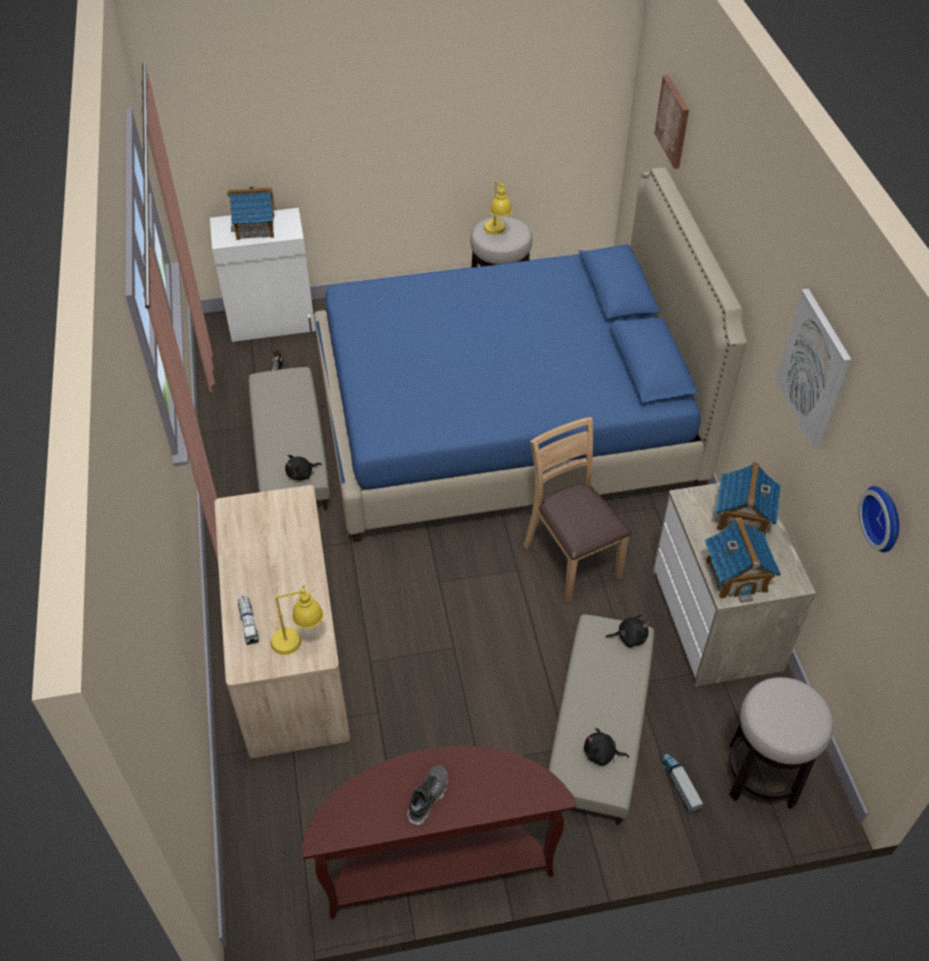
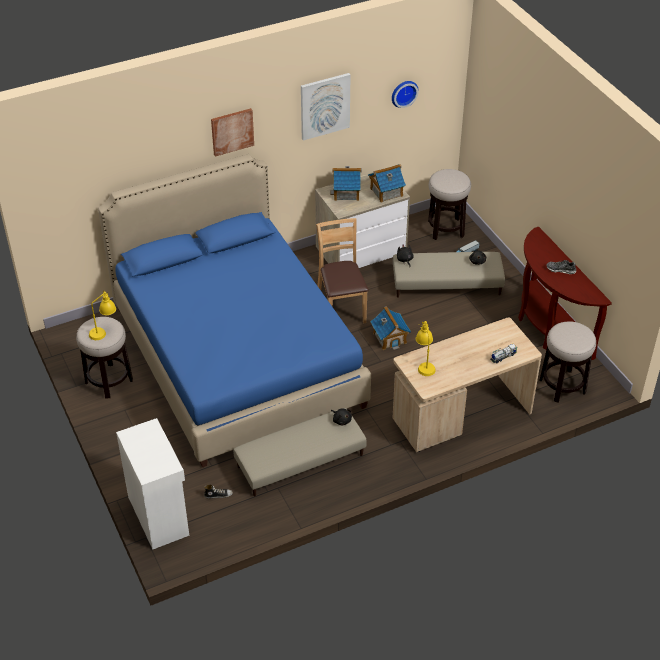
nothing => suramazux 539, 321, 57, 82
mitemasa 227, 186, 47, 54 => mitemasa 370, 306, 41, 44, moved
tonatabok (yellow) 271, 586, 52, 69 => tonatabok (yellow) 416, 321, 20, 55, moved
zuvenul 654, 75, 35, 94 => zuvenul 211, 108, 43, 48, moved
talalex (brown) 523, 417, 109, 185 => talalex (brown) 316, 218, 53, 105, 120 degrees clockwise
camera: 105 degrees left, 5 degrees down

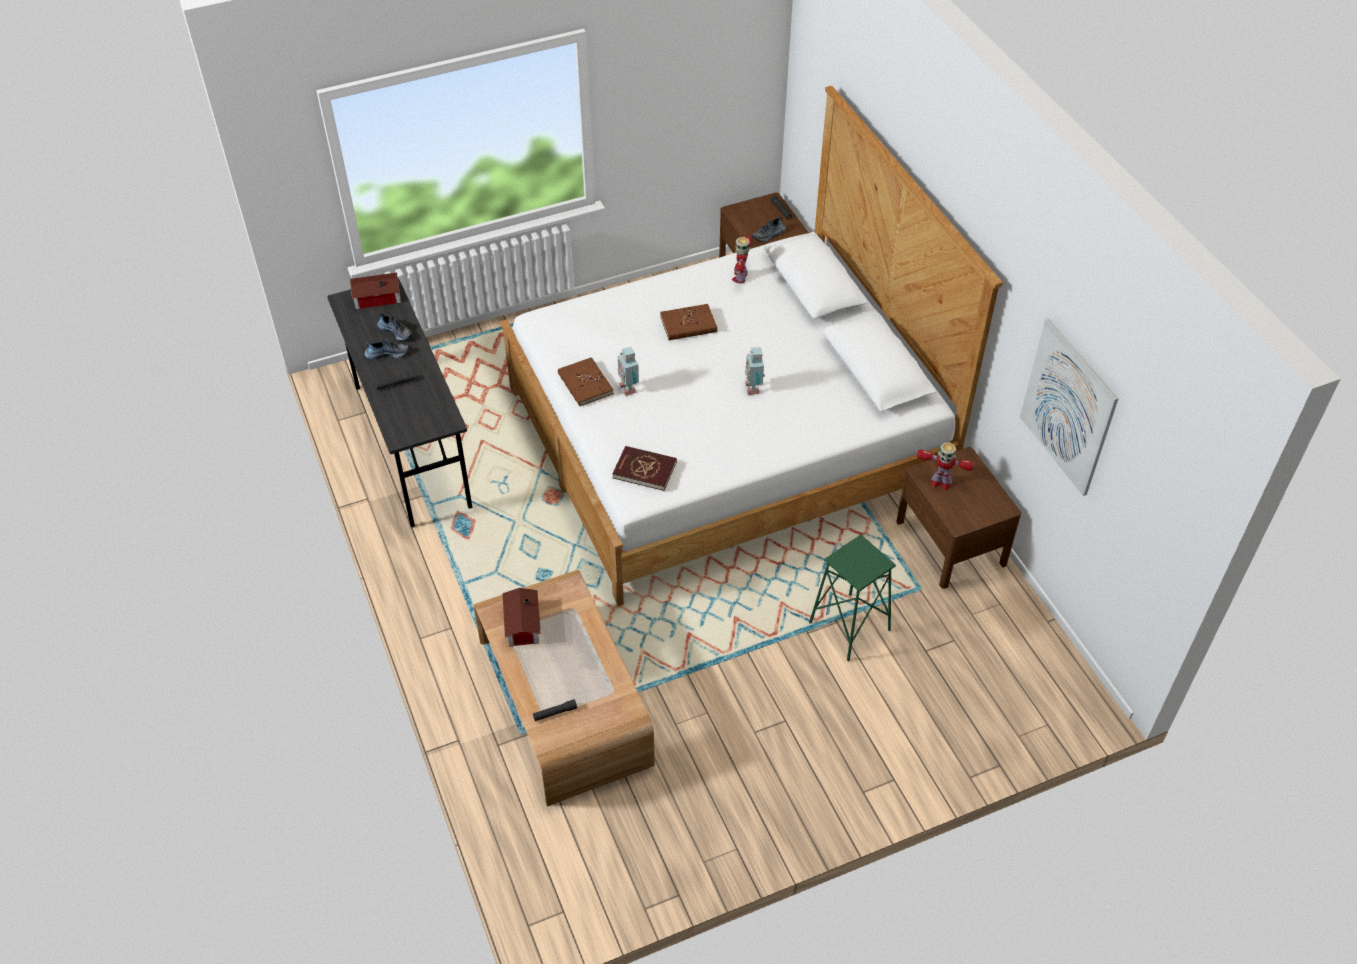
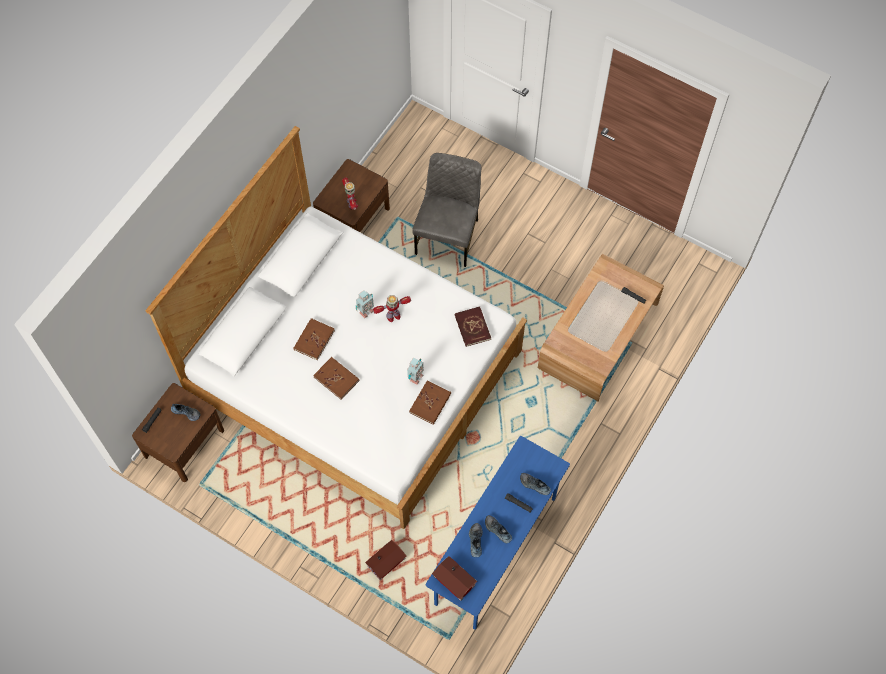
zuvenul 1020, 319, 98, 177 => nothing
nothing => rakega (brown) 293, 318, 42, 42
nothing => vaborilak 520, 473, 31, 22
mitemasa 502, 588, 39, 59 => mitemasa 365, 540, 42, 40, moved
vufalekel 732, 237, 20, 46 => vufalekel 373, 295, 38, 27, moved
suramazux (green) 809, 534, 87, 127 => talalex (grey) 412, 153, 70, 114
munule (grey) 327, 277, 146, 250 => munule (blue) 425, 436, 145, 194
camera: 125 degrees left, 15 degrees up

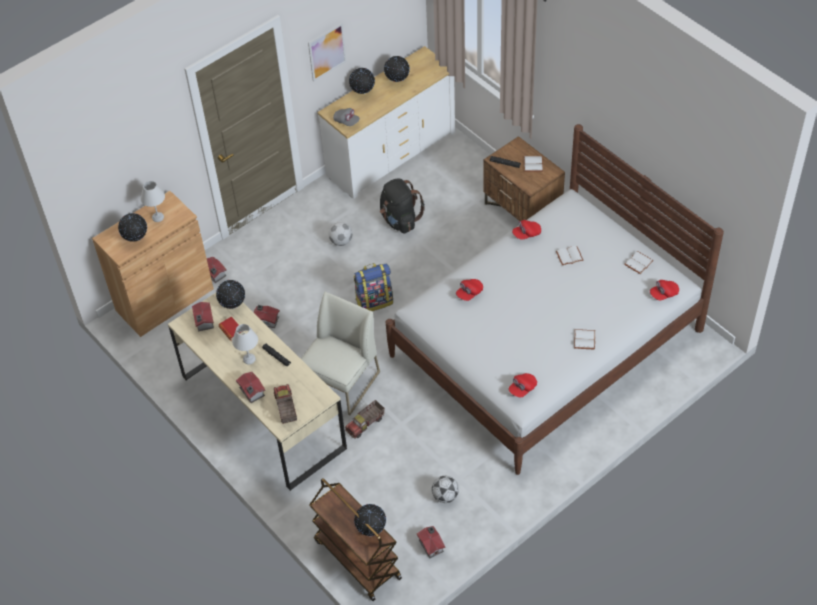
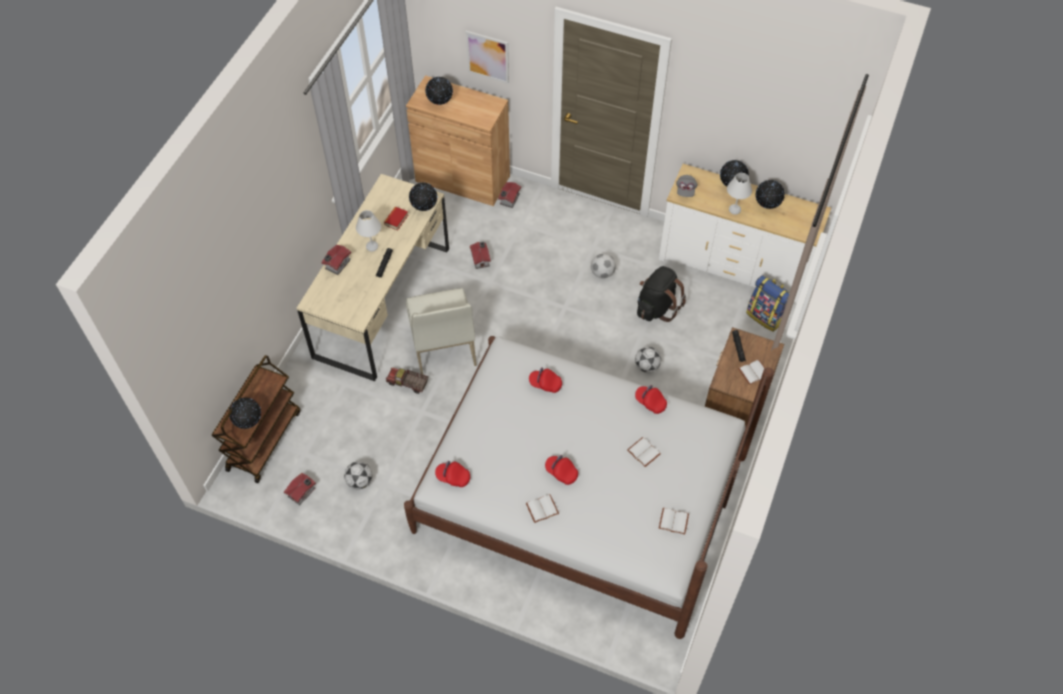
mitemasa 192, 302, 22, 29 => nothing
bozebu 274, 384, 23, 40 => nothing
nothing => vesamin 635, 347, 26, 26
tonatabok (white) 141, 181, 24, 41 => tonatabok (white) 727, 173, 25, 42, moved
zuvenul 308, 23, 39, 59 => zuvenul 466, 31, 43, 53, moved
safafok 354, 263, 39, 48 => safafok 746, 275, 43, 57, moved
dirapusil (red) 650, 280, 29, 20 => dirapusil (red) 545, 455, 33, 30, moved
talalex (white) 301, 291, 79, 125 => talalex (white) 406, 288, 70, 86, 75 degrees clockwise
camera: 60 degrees right, 5 degrees up

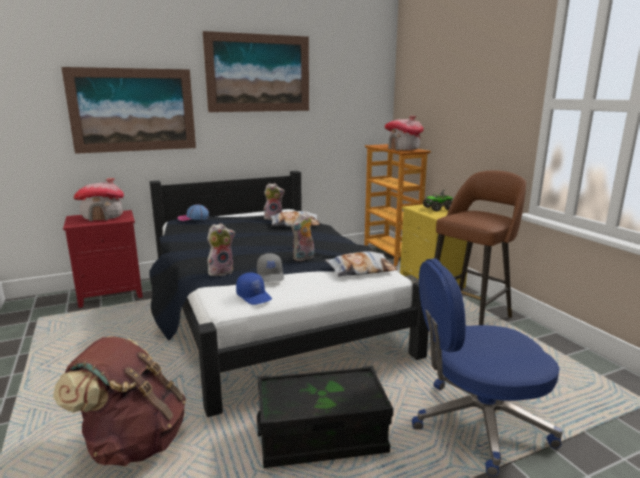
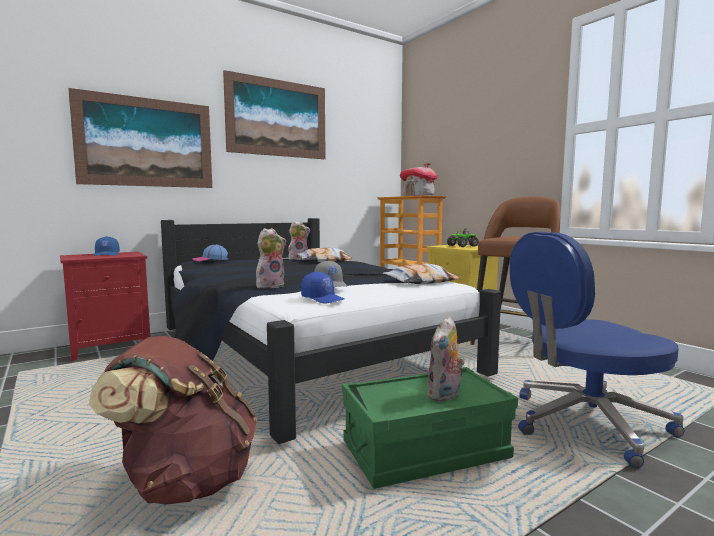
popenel 291, 212, 23, 49 => popenel 427, 316, 38, 86, moved
mitemasa 74, 178, 50, 43 => dirapusil (blue) 94, 236, 26, 20
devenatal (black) 257, 366, 136, 102 => devenatal (green) 342, 367, 176, 122
camera: 10 degrees left, 10 degrees down

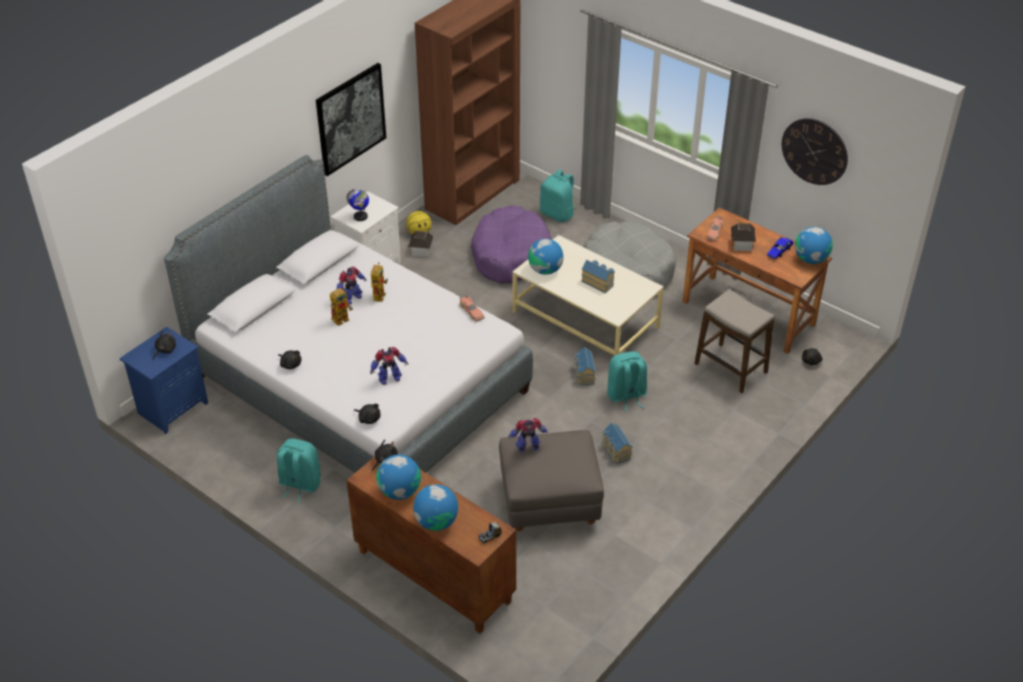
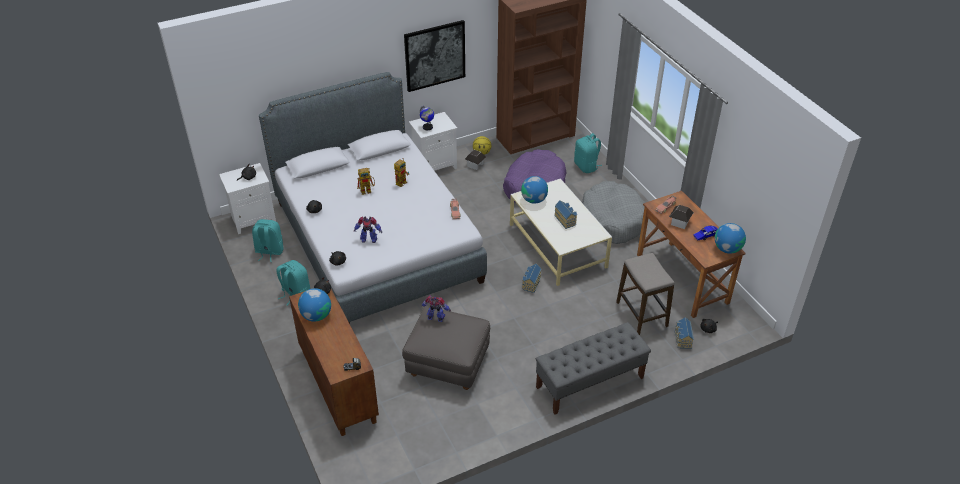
vufalekel 336, 266, 31, 39 => nothing
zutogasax 413, 484, 45, 47 => nothing
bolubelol 782, 118, 66, 67 => nothing
nothing => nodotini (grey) 536, 322, 115, 93
mitemasa 602, 423, 30, 40 => mitemasa 675, 317, 19, 32, moved
safafok (turquoise) 607, 351, 40, 60 => safafok (turquoise) 252, 219, 32, 43, moved
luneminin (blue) 120, 327, 88, 107 => luneminin (white) 219, 163, 57, 71
camera: 25 degrees right, 0 degrees up

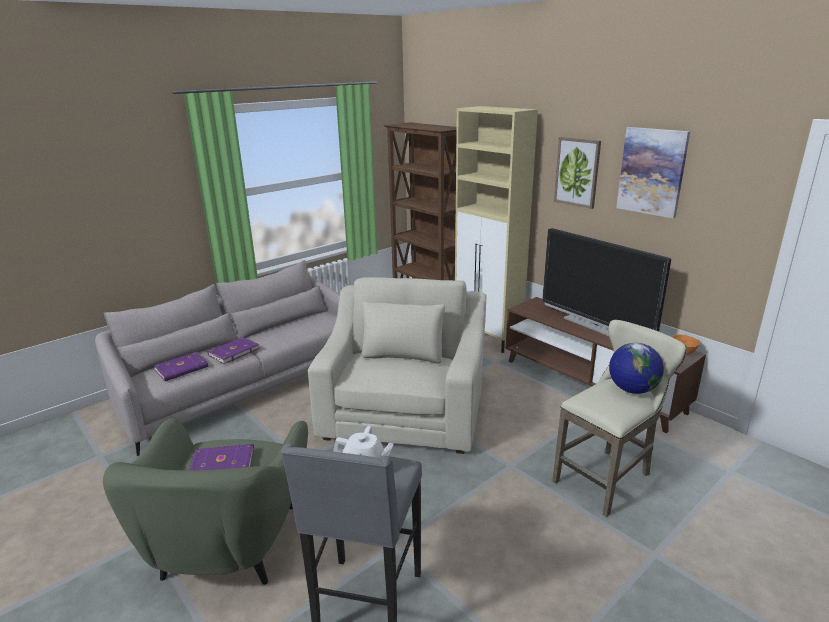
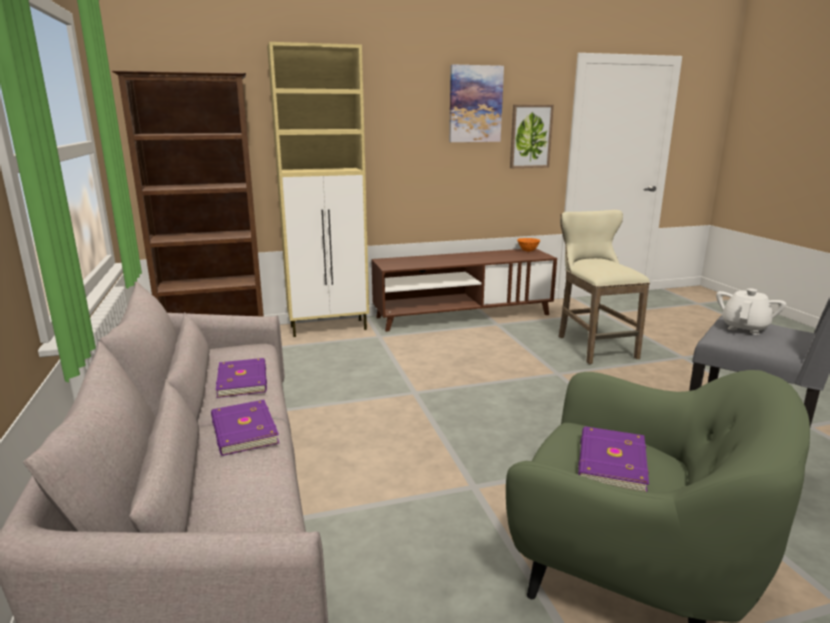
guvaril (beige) 308, 277, 178, 177 => nothing
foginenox 542, 228, 129, 108 => nothing
zutogasax 609, 343, 55, 51 => nothing
rakega (purple) 154, 352, 54, 29 => rakega (purple) 216, 358, 51, 40, moved
zuvenul 554, 137, 47, 72 => zuvenul 510, 105, 44, 63, moved
camera: 65 degrees left, 5 degrees down

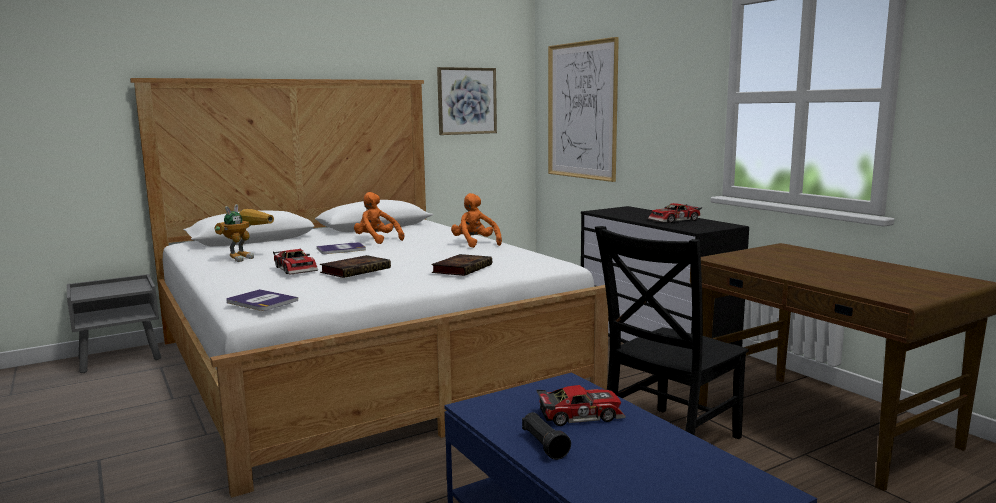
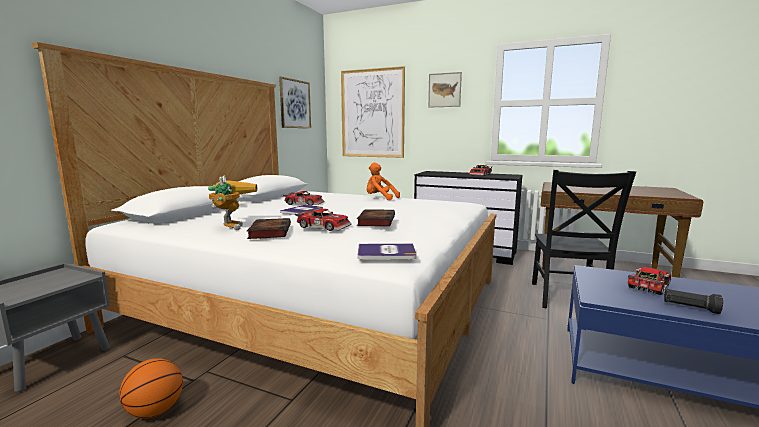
nothing => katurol 119, 358, 64, 60
nothing => zuvenul 428, 72, 34, 36
rakega 431, 254, 61, 22 => rakega 247, 218, 44, 21, moved
popenel (orange) 354, 192, 50, 52 => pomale 283, 191, 41, 14
camera: 35 degrees left, 0 degrees up

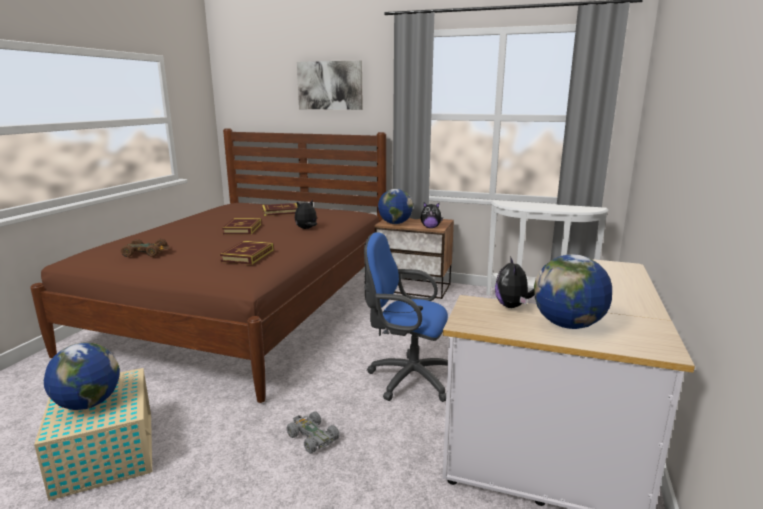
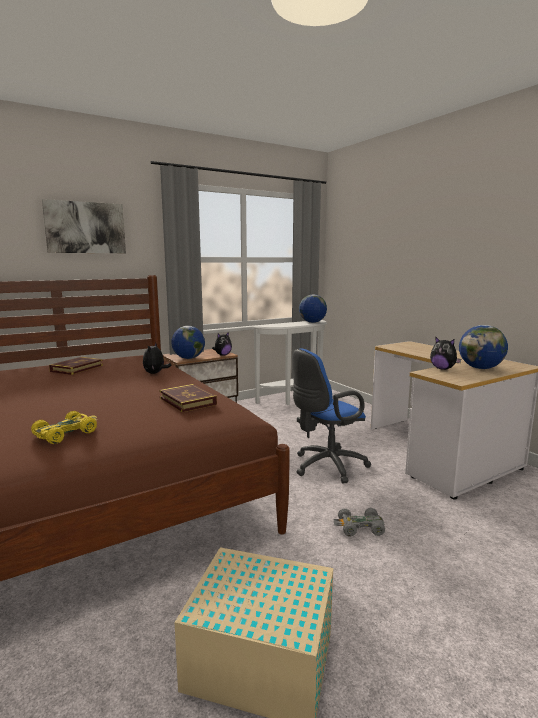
rakega 222, 218, 39, 17 => nothing
zutogasax 44, 343, 76, 67 => zutogasax 299, 294, 28, 29, moved
pomale (brown) 121, 239, 48, 18 => pomale (yellow) 31, 411, 66, 33
camera: 50 degrees left, 5 degrees down

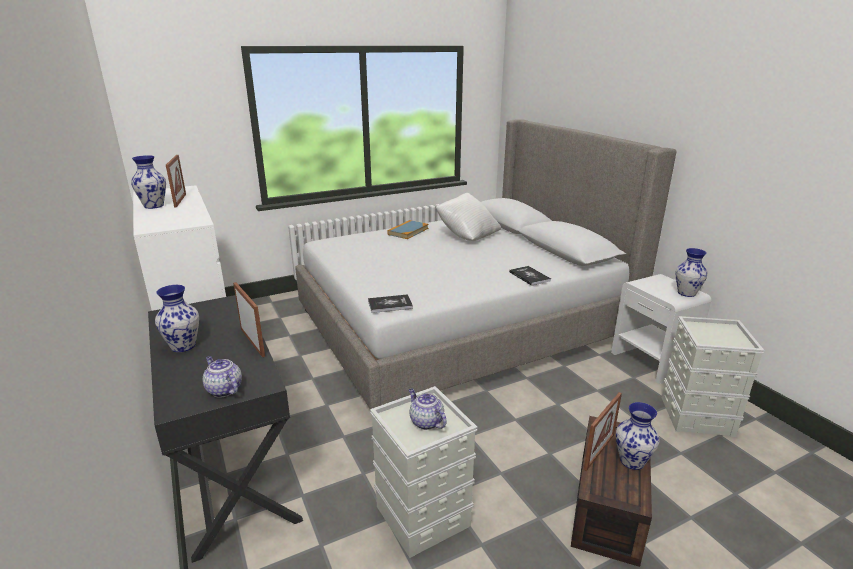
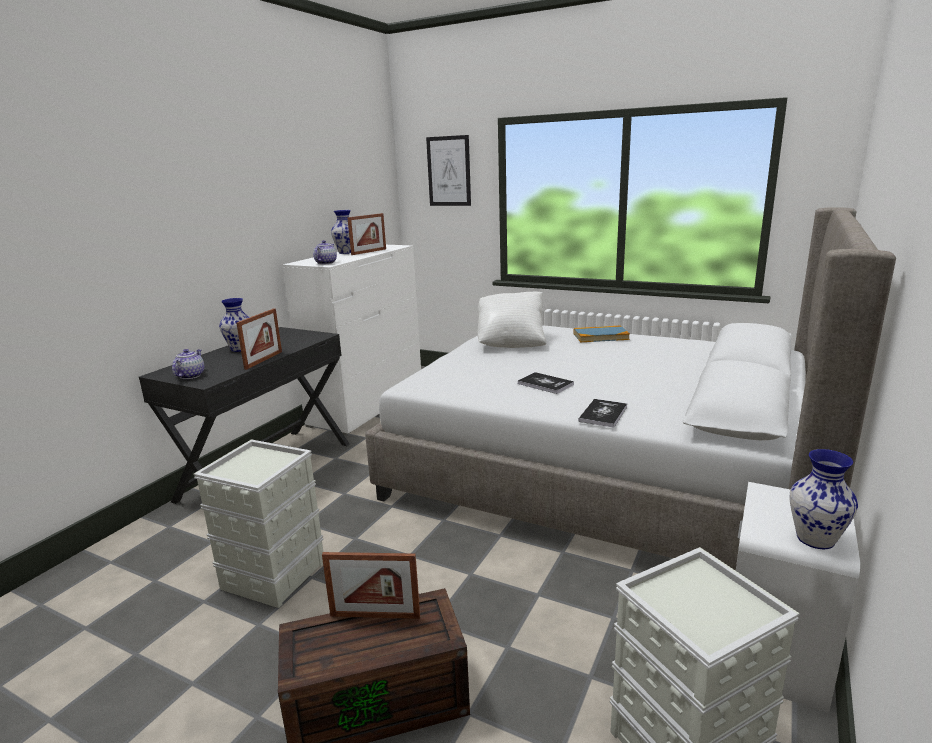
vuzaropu 616, 402, 44, 68 => nothing
nothing => zuvenul 426, 135, 45, 71
rakega 368, 294, 45, 19 => rakega 518, 372, 56, 22, moved
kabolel 409, 389, 38, 41 => kabolel 313, 240, 24, 24, moved
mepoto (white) 436, 192, 65, 49 => mepoto (white) 478, 292, 69, 56, moved
camera: 55 degrees right, 5 degrees down

